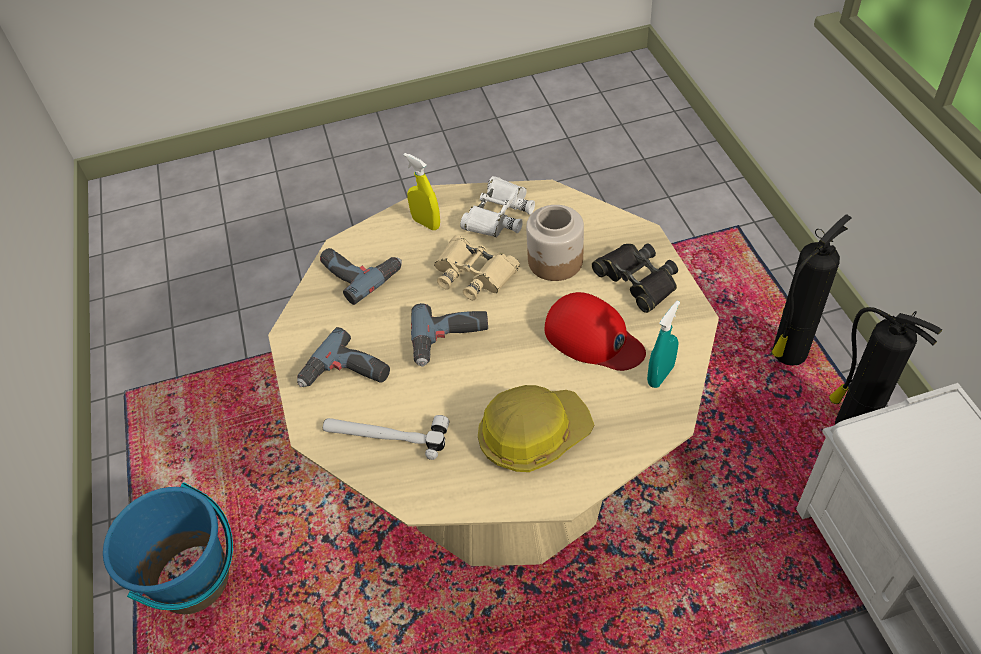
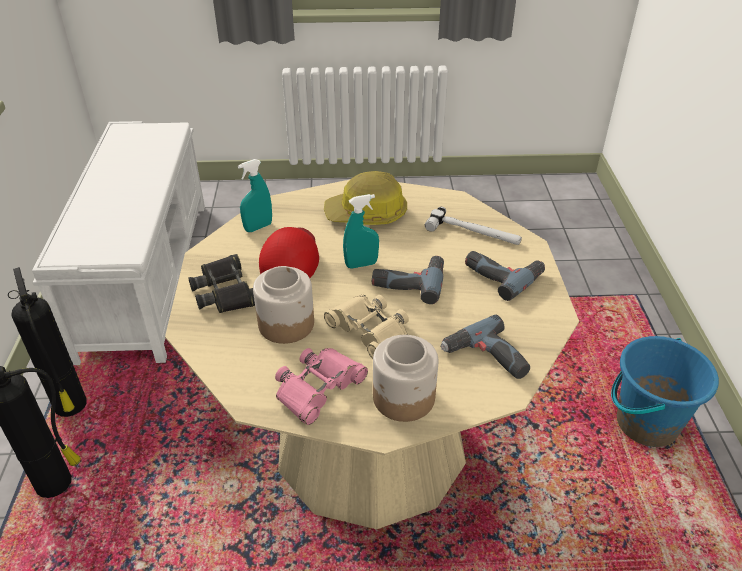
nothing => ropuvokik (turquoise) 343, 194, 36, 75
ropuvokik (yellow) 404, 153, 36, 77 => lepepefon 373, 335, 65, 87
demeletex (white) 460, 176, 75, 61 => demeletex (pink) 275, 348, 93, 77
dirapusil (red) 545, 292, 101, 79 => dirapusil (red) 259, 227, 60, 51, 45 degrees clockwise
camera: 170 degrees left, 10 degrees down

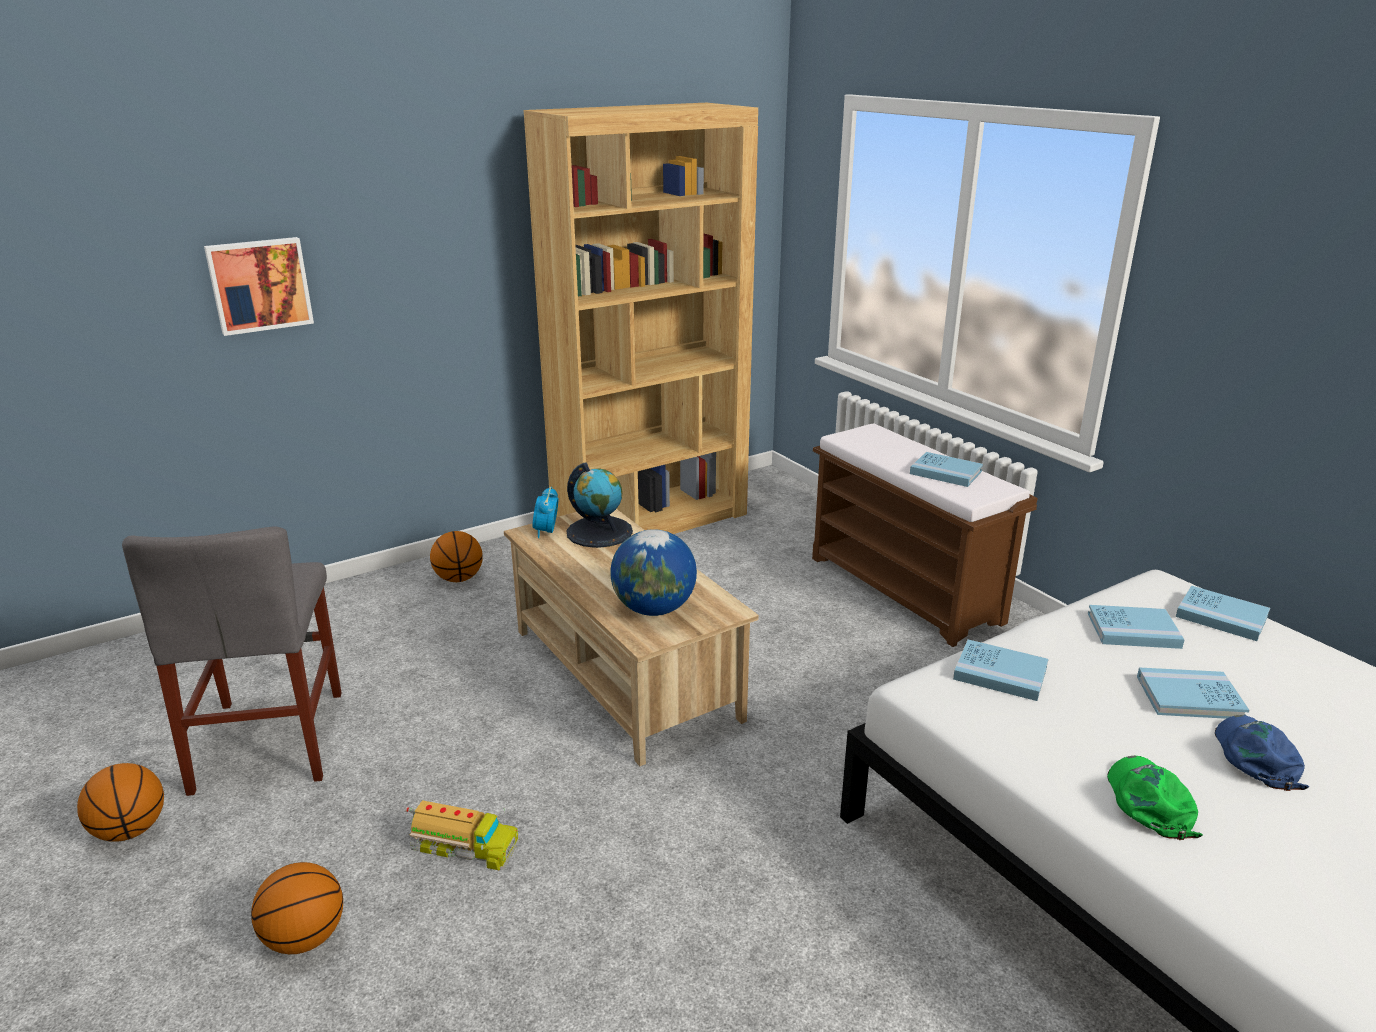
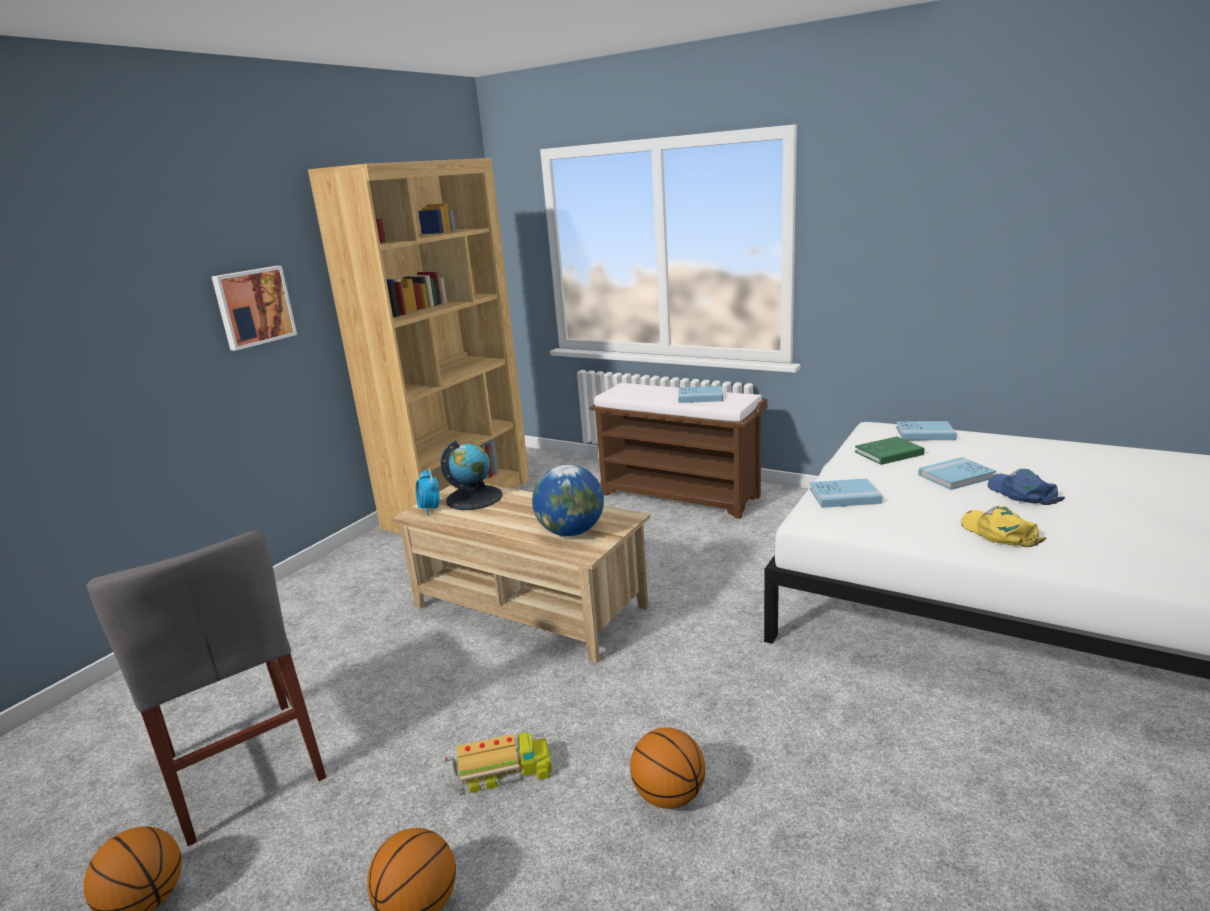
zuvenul 204, 237, 110, 99 => zuvenul 212, 266, 85, 85, moved
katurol 430, 531, 53, 51 => katurol 630, 727, 75, 82, moved
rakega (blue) 1088, 605, 97, 44 => rakega (green) 855, 436, 70, 29
dirapusil (green) 1107, 756, 96, 84 => dirapusil (yellow) 961, 506, 85, 41
camera: 25 degrees left, 5 degrees down

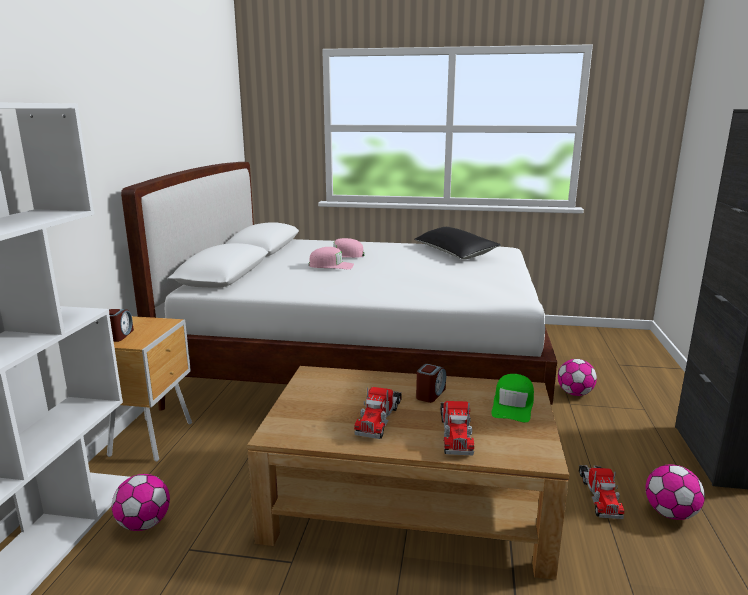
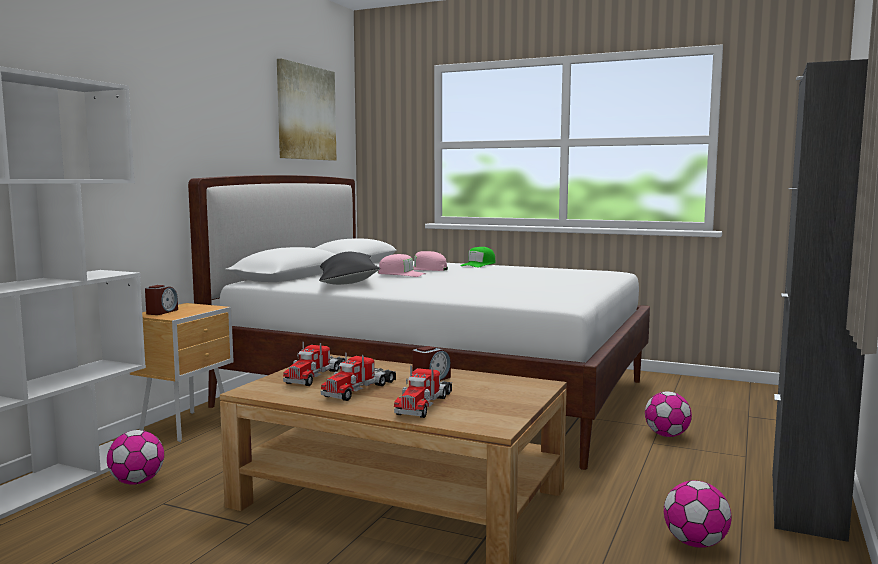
nothing => zuvenul 277, 58, 59, 103
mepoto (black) 414, 227, 87, 32 => mepoto (black) 319, 252, 61, 33, moved
dirapusil (green) 491, 374, 43, 48 => dirapusil (green) 460, 247, 35, 20, moved
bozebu 579, 465, 45, 54 => bozebu 283, 342, 62, 44, moved
camera: 15 degrees right, 10 degrees down

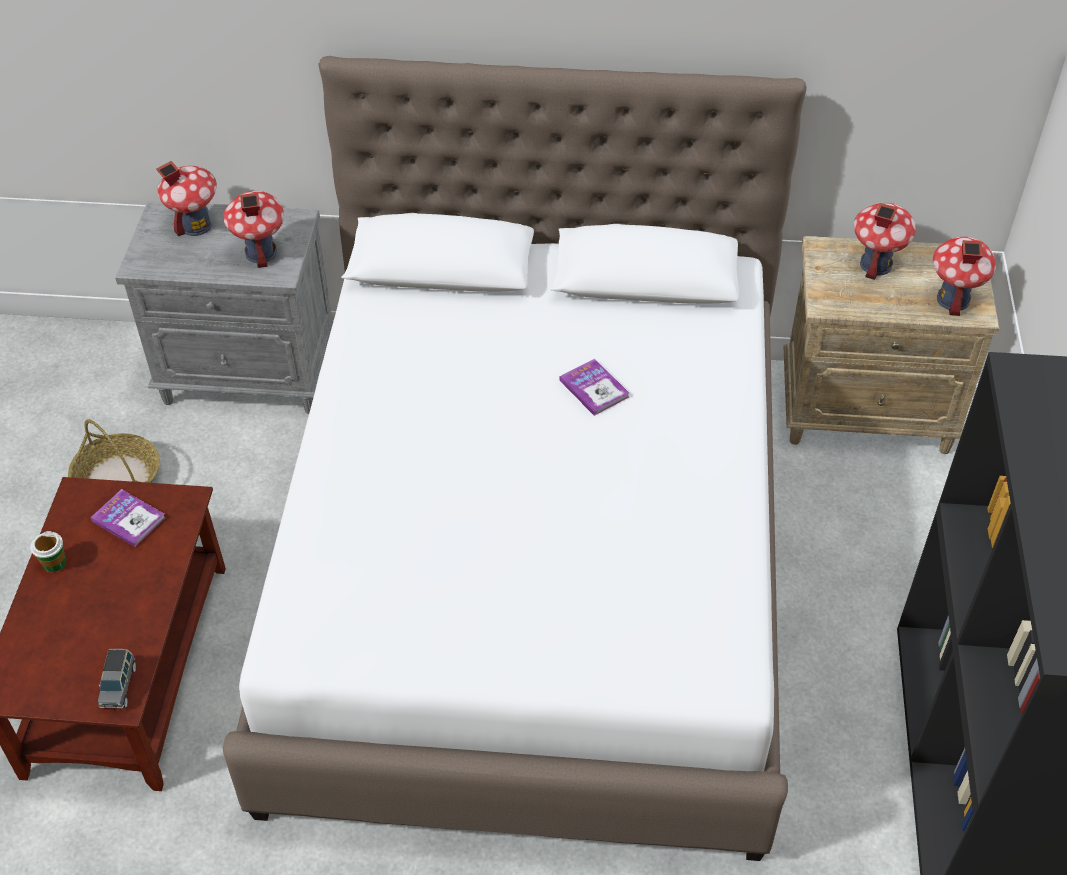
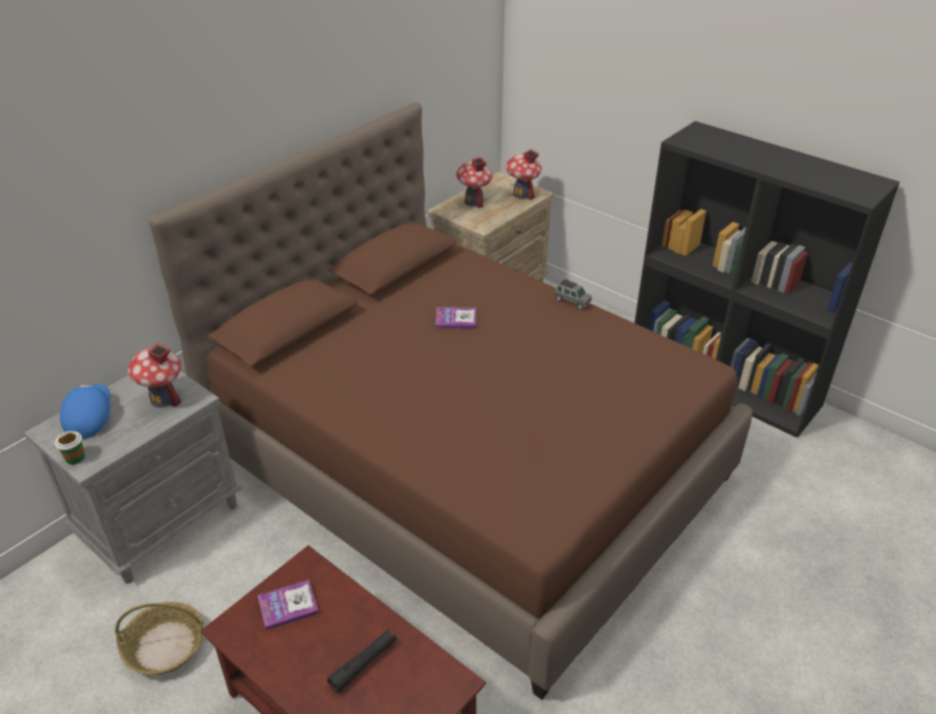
nothing => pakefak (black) 327, 629, 70, 64
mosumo 30, 531, 36, 41 => mosumo 55, 431, 30, 34, moved
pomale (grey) 98, 649, 38, 60 => pomale (grey) 555, 279, 37, 31, moved
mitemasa 156, 161, 61, 76 => dirapusil (blue) 60, 384, 50, 55
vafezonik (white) 223, 56, 584, 805 => vafezonik (brown) 149, 102, 604, 598
camera: 55 degrees left, 10 degrees down

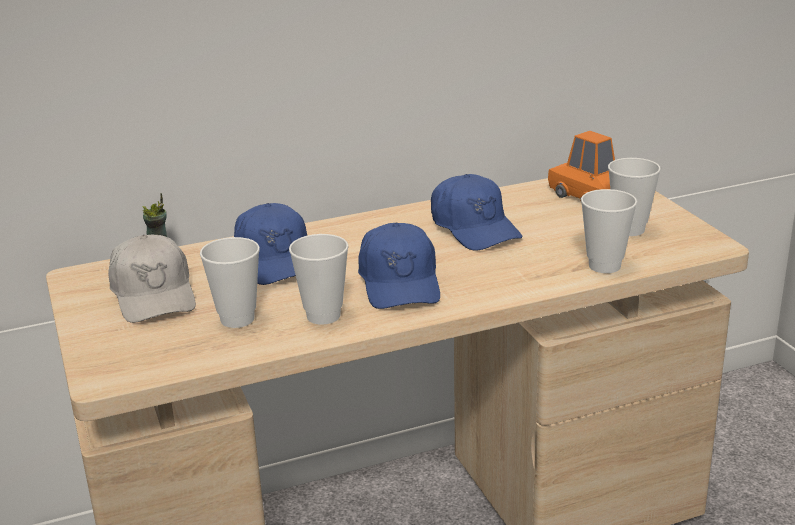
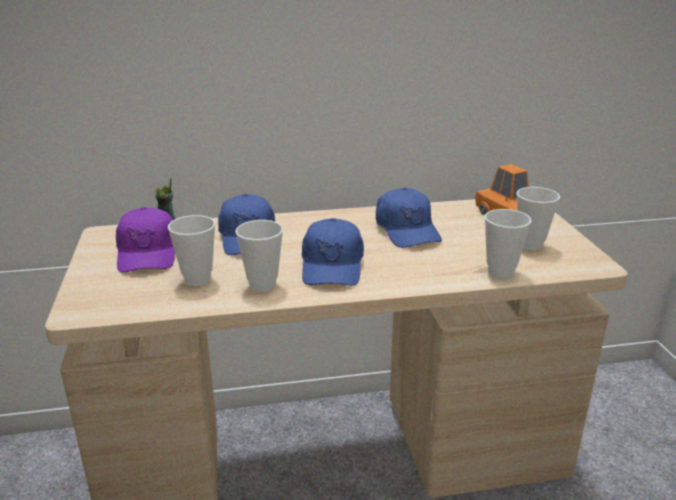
dirapusil (white) 108, 235, 88, 88 => dirapusil (purple) 116, 207, 59, 66
camera: 10 degrees right, 0 degrees up

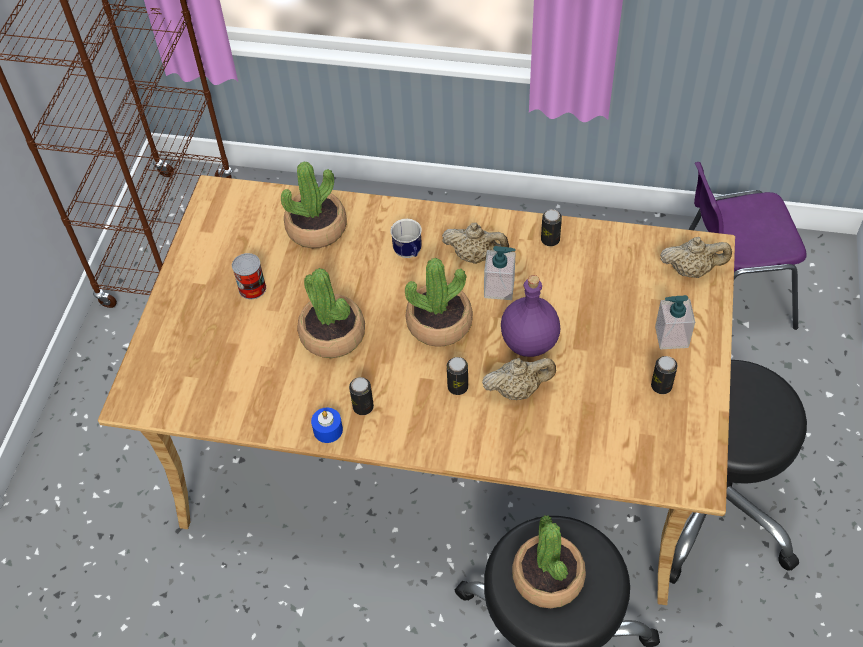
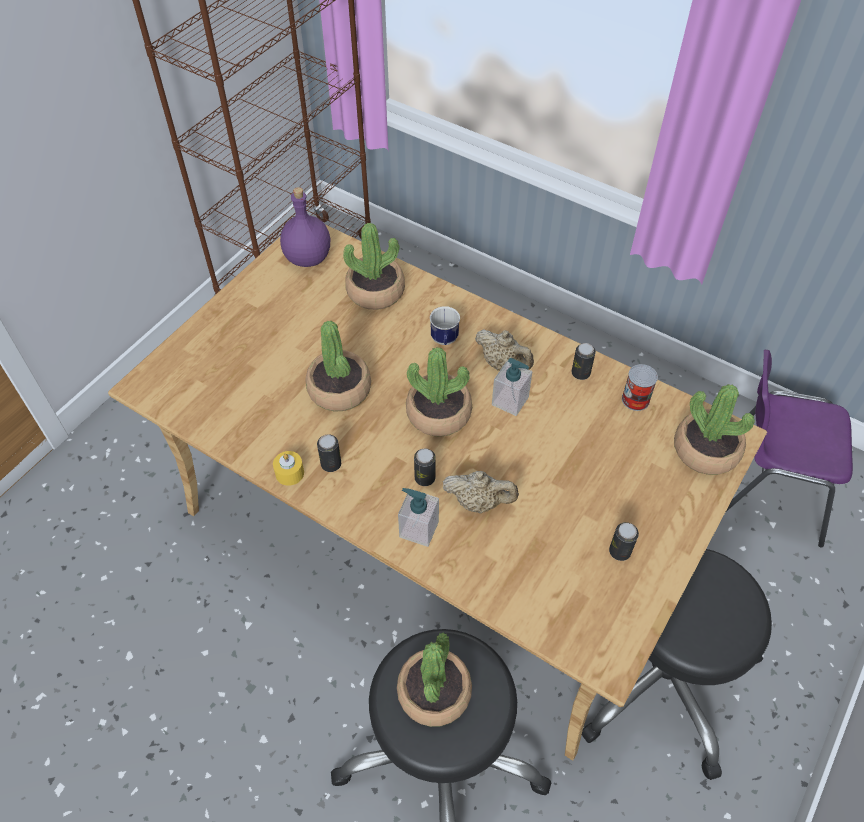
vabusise 232, 253, 34, 46 => vabusise 622, 364, 36, 47, moved
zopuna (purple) 501, 275, 59, 82 => zopuna (purple) 280, 187, 50, 80, moved
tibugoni 655, 295, 40, 54 => tibugoni 398, 488, 41, 59, moved
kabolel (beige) 660, 237, 72, 41 => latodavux 674, 384, 81, 91
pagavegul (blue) 311, 408, 32, 35 => pagavegul (yellow) 273, 451, 31, 35
camera: 20 degrees right, 0 degrees up

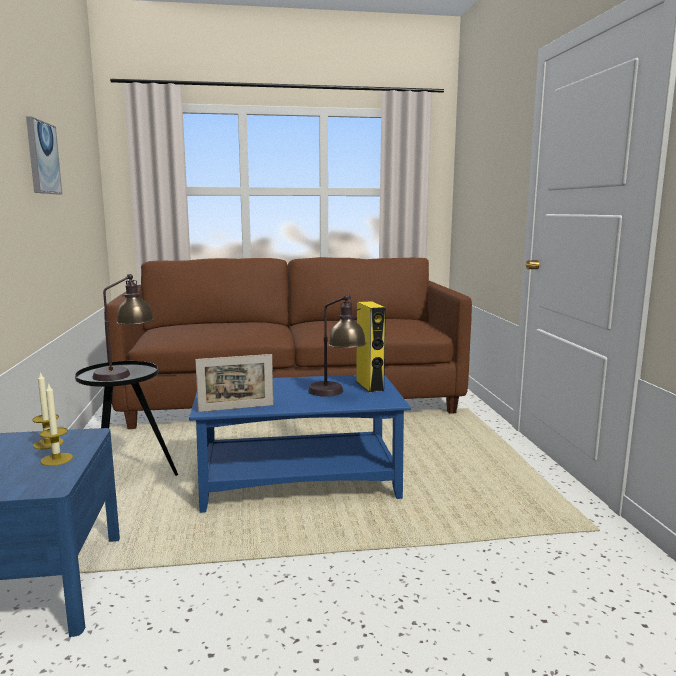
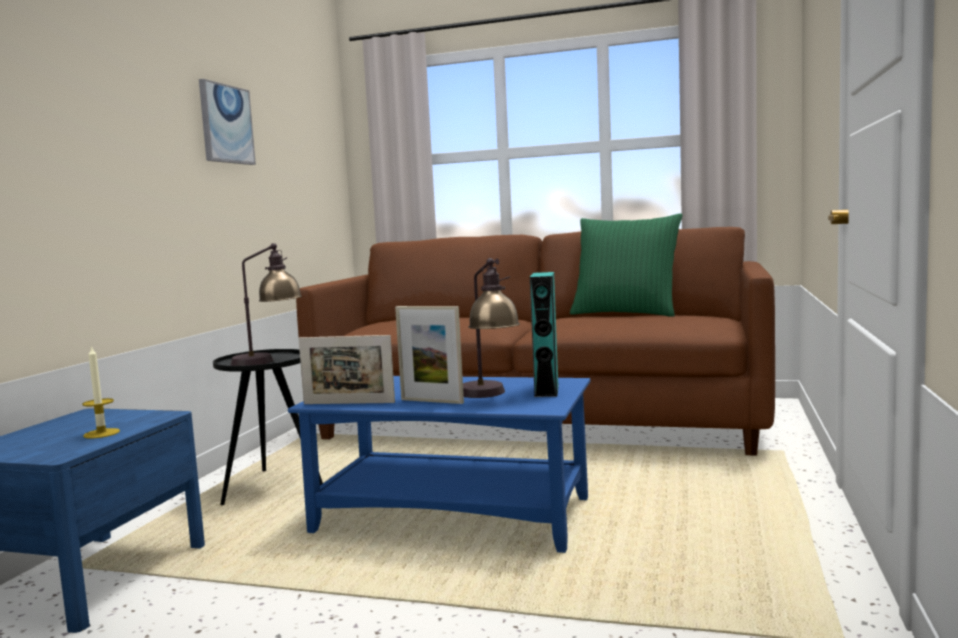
pagavegul 32, 371, 32, 78 => nothing
nothing => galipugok 395, 306, 69, 98
nothing => mepoto (green) 570, 213, 112, 104
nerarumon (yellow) 356, 301, 30, 92 => nerarumon (turquoise) 530, 272, 29, 125
camera: 25 degrees right, 5 degrees down

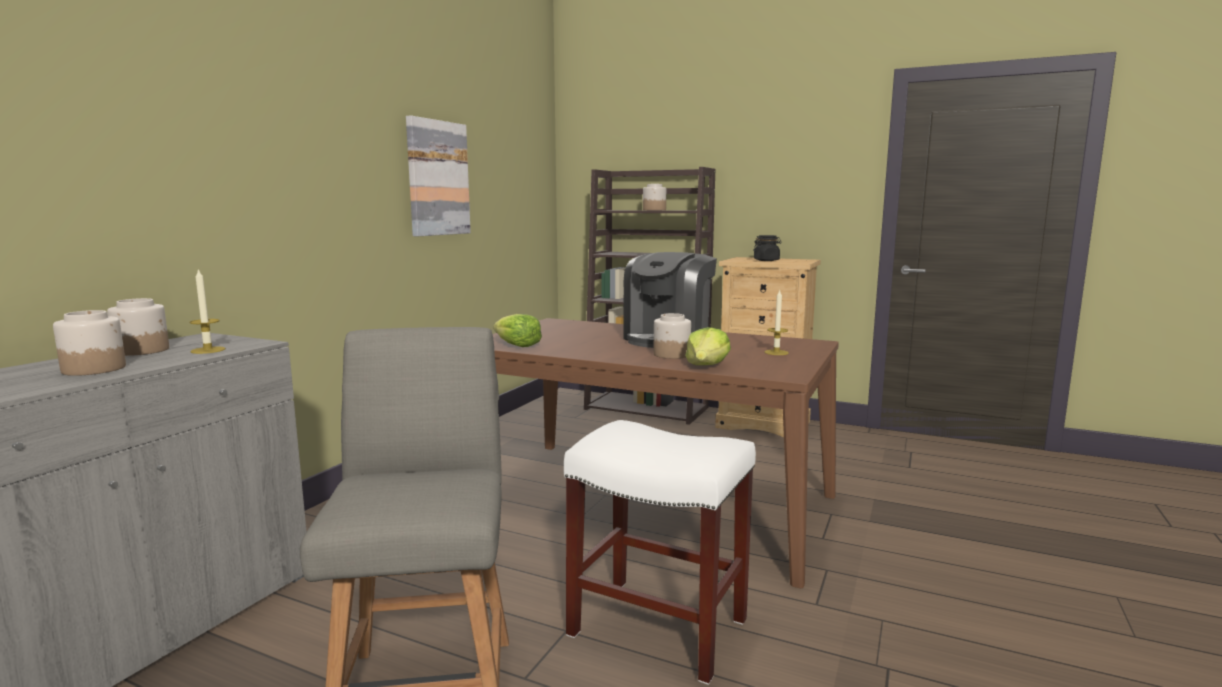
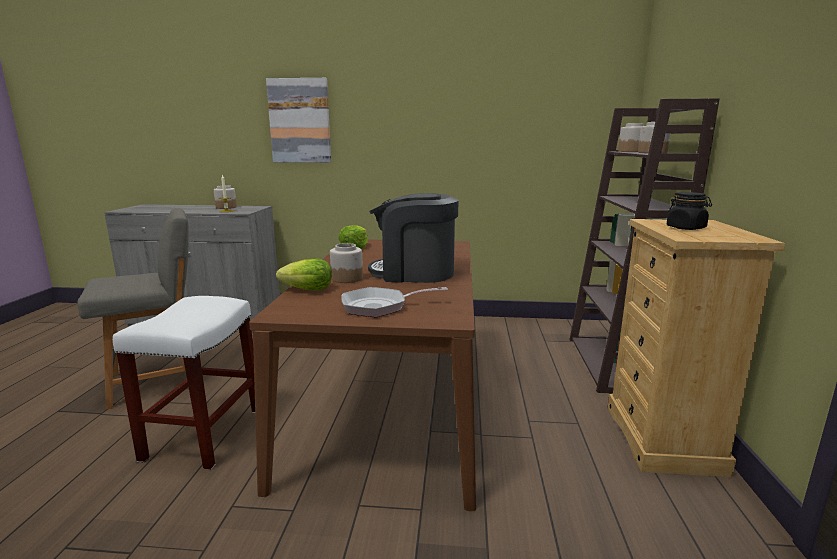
lepepefon 53, 310, 73, 66 => lepepefon 618, 123, 25, 29, moved
zuvenul 406, 116, 65, 120 => zuvenul 266, 78, 65, 85, moved
pagavegul 764, 290, 25, 65 => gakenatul 341, 287, 107, 30
camera: 70 degrees right, 5 degrees up

